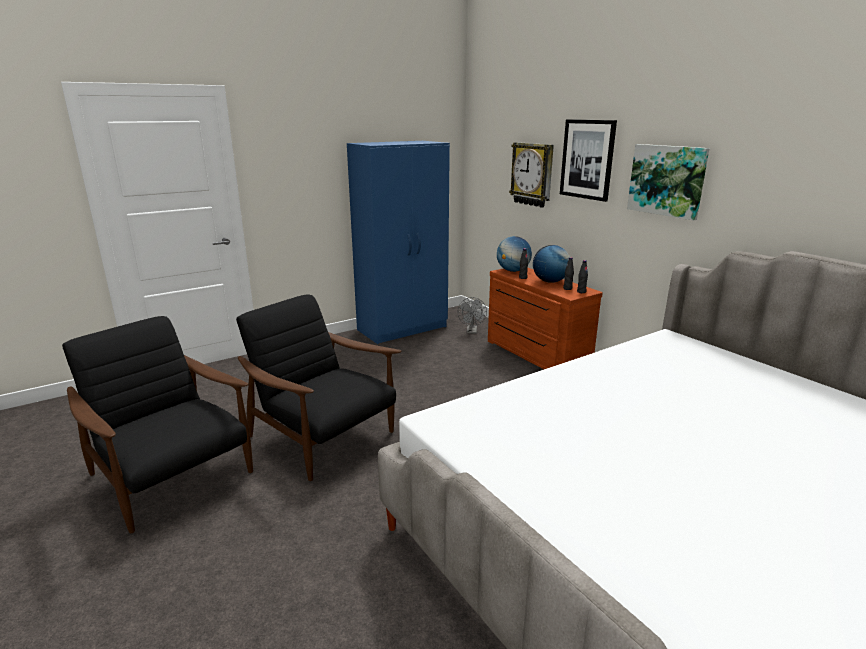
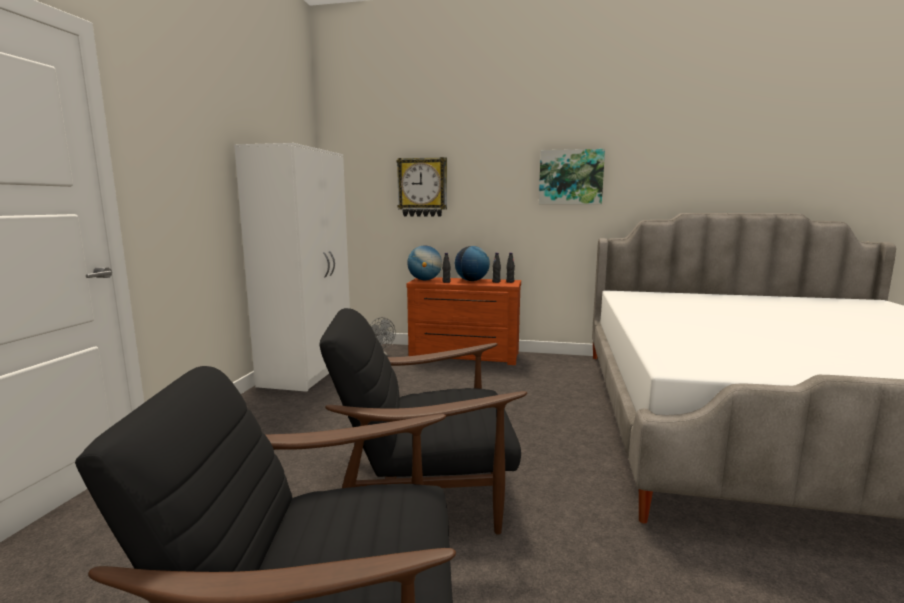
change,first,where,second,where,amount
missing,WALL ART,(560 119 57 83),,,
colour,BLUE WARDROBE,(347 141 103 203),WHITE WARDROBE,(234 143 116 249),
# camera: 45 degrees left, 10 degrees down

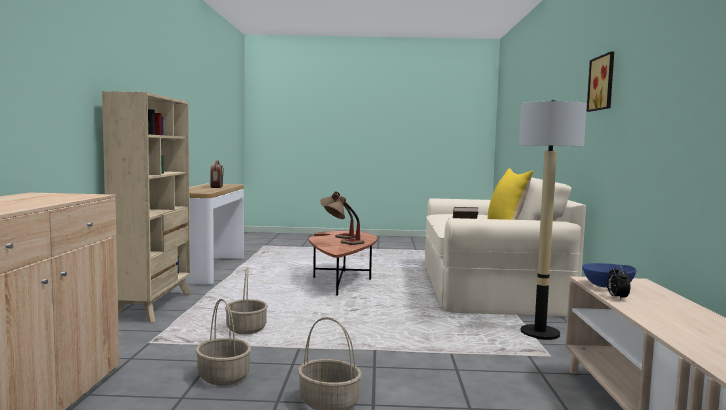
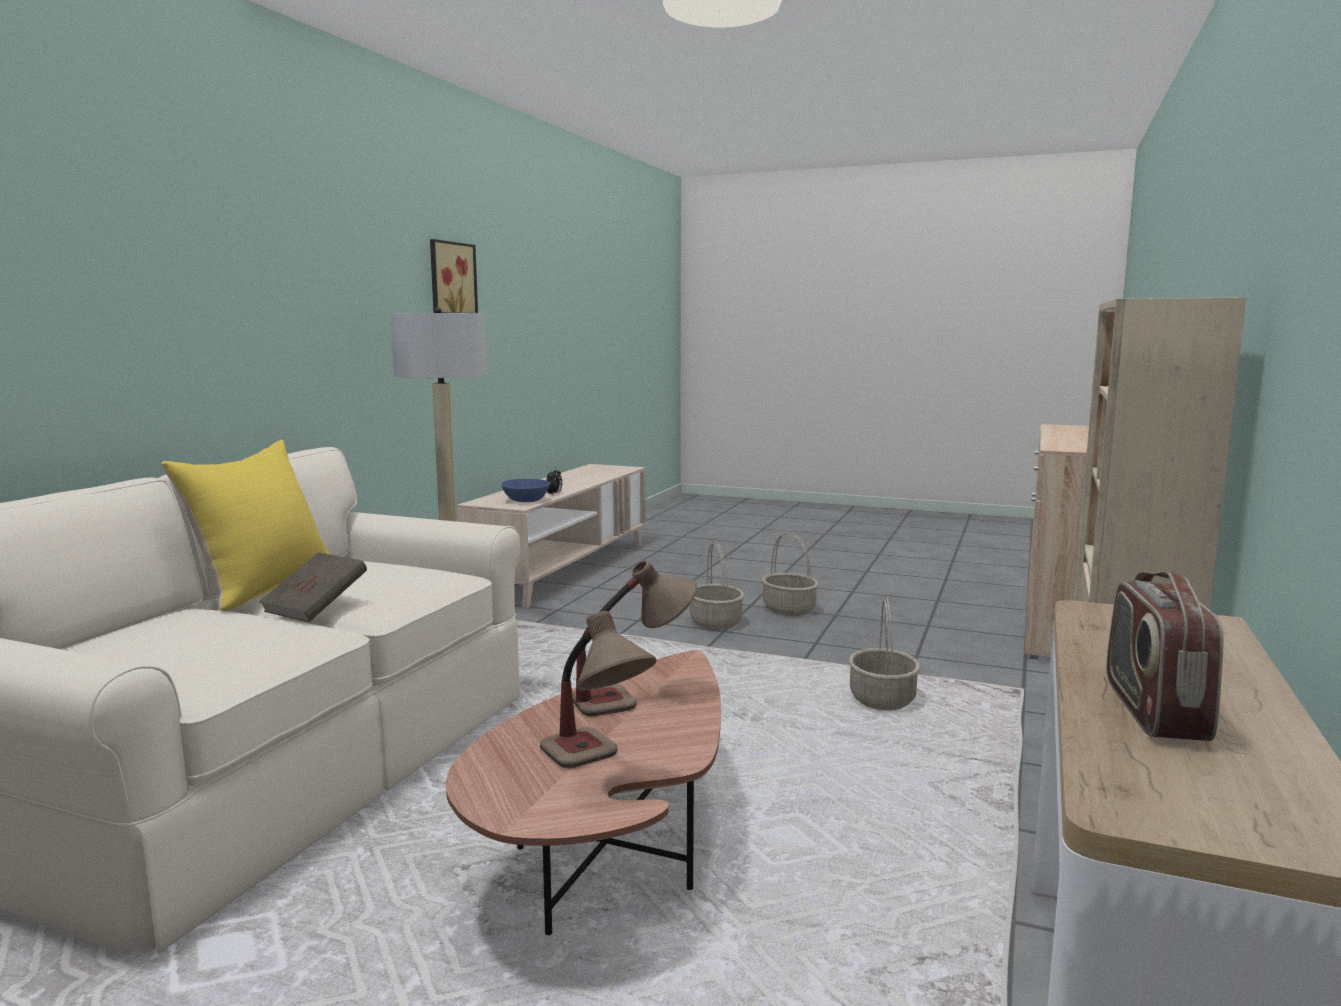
change,first,where,second,where,amount
relocated,BASKET,(195 299 56 87),,(690 541 54 89),
relocated,WALL ART,(586 52 28 60),,(430 239 48 74),
# camera: 160 degrees left, 5 degrees up

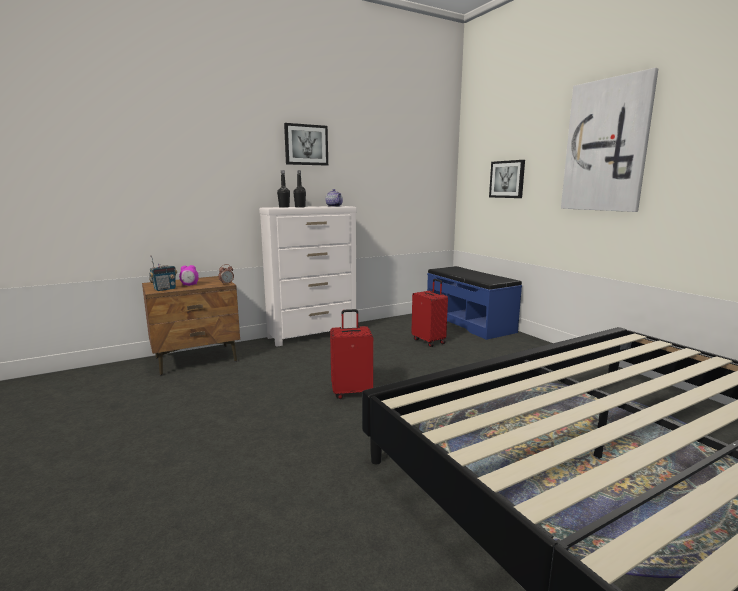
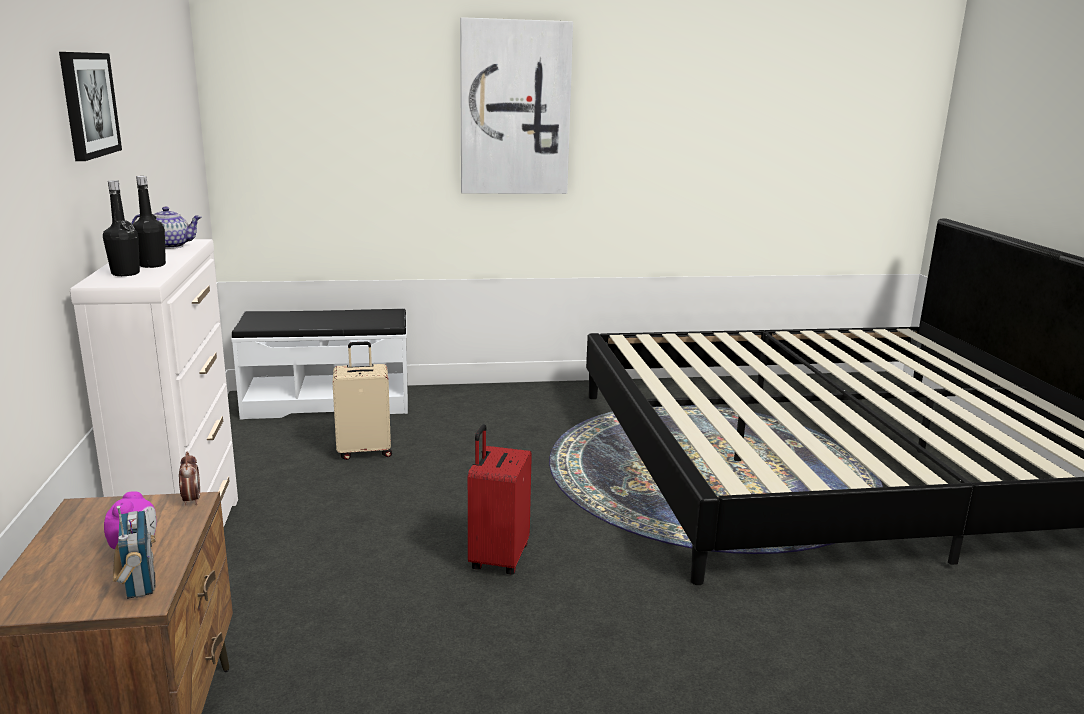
change,first,where,second,where,amount
missing,WALL ART,(489 160 36 38),,,
colour,RED SUITCASE,(412 279 36 68),BEIGE-COLOURED SUITCASE,(332 342 60 118),
colour,BLUE BENCH,(427 266 95 74),WHITE BENCH,(231 309 177 111),
# camera: 70 degrees left, 5 degrees up

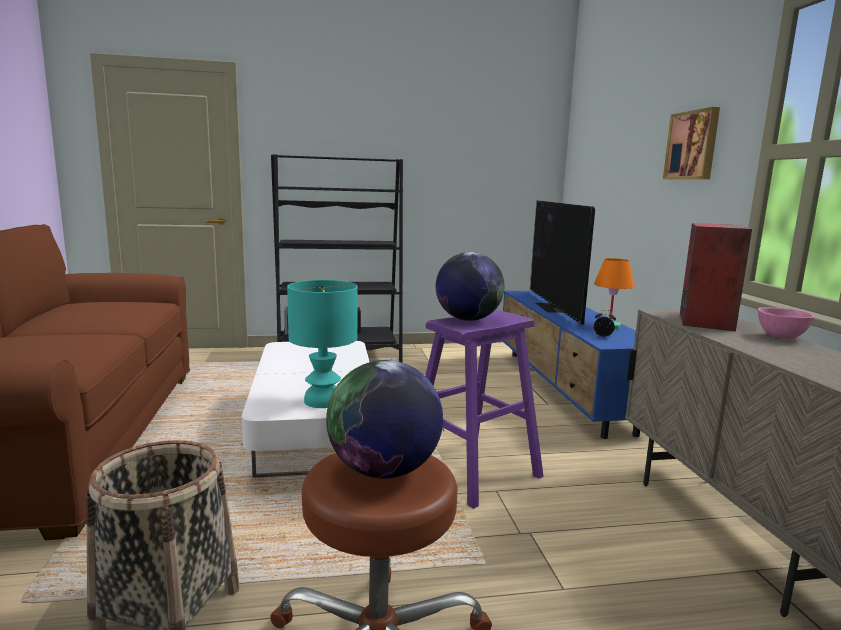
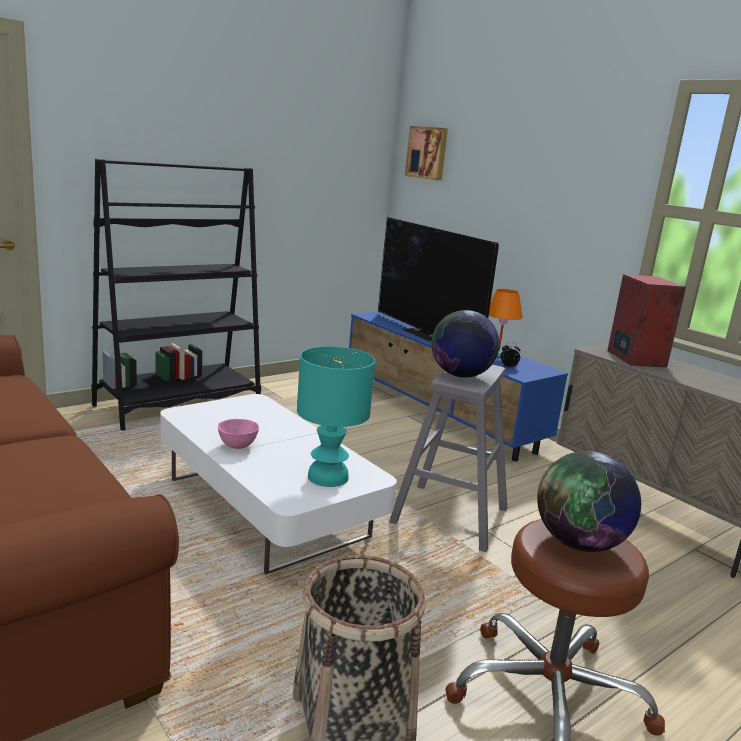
change,first,where,second,where,amount
relocated,WALL ART,(663 107 57 72),,(405 126 43 55),
relocated,PINK-COLOURED DEEP DISH,(758 307 57 32),,(218 419 41 30),
colour,PURPLE SITTING STOOL,(425 310 118 199),GRAY SITTING STOOL,(389 365 118 187),
# camera: 30 degrees left, 5 degrees up

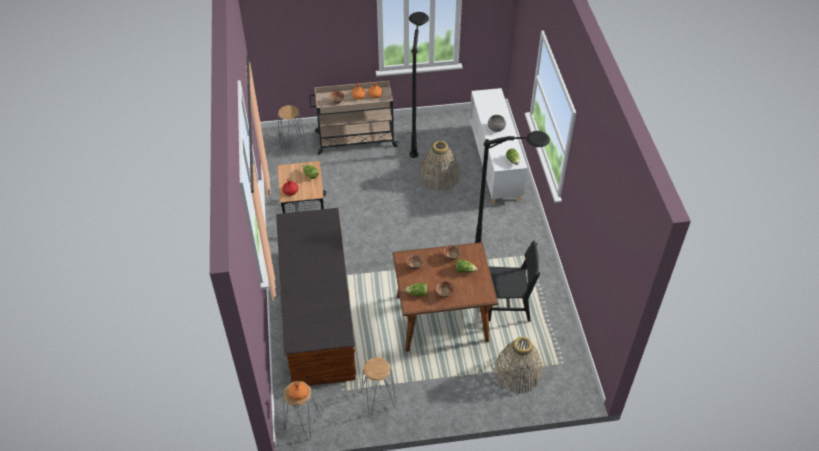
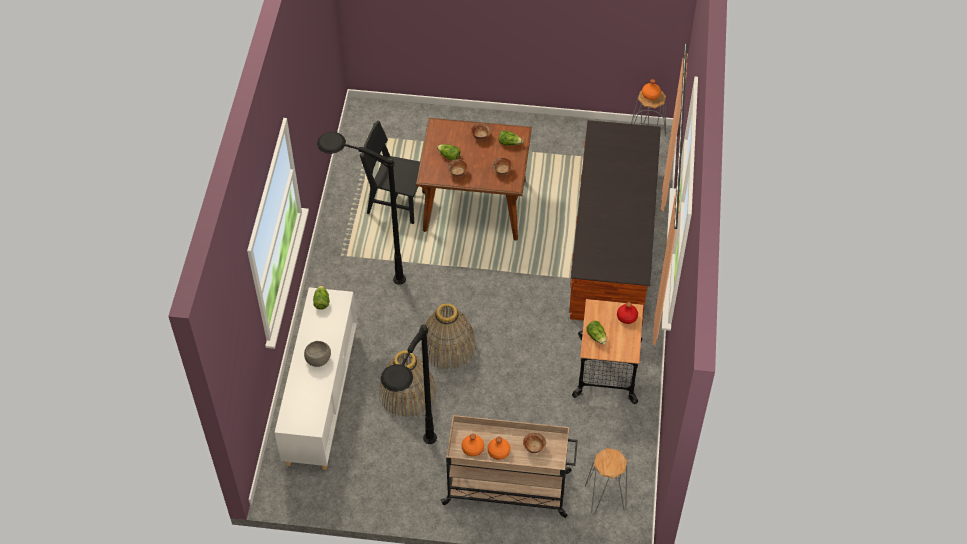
change,first,where,second,where,amount
missing,GRAY SITTING STOOL,(361 357 35 58),,,
relocated,BASKET,(494 337 49 57),,(421 303 55 67),
# camera: 165 degrees left, 5 degrees up

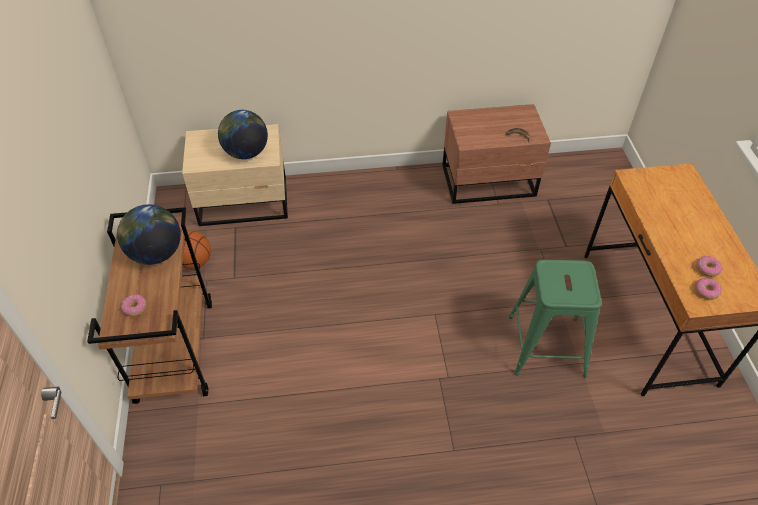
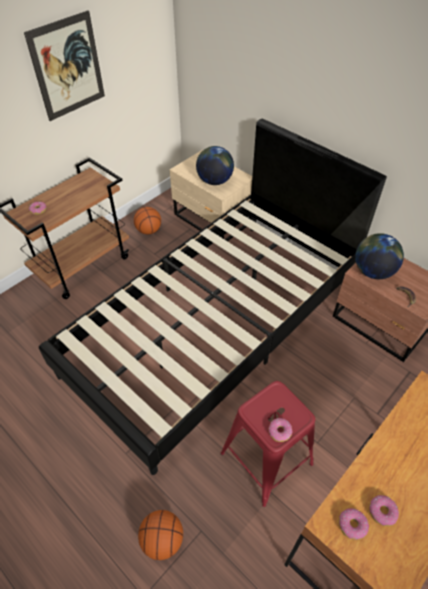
change,first,where,second,where,amount
appeared,,,WALL ART,(24 10 81 111),
appeared,,,BLACK BED,(39 119 348 356),
appeared,,,BASKETBALL,(138 510 45 50),
appeared,,,DONUT,(269 418 24 24),
relocated,WORLD GLOBE,(117 204 64 61),,(355 233 49 46),
colour,GREENISH SITTING STOOL,(509 259 93 119),RED SITTING STOOL,(220 381 95 126),
# camera: 50 degrees right, 0 degrees up

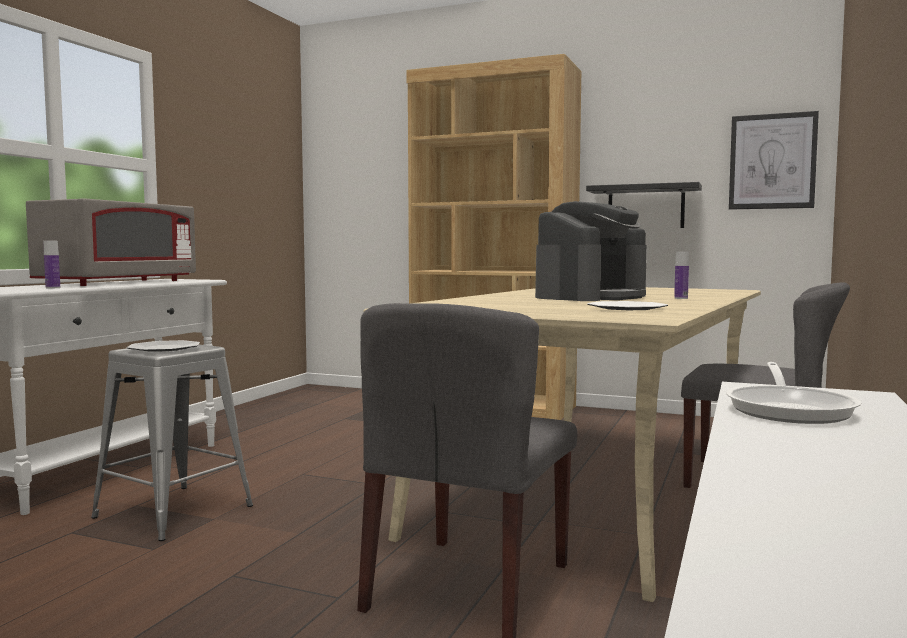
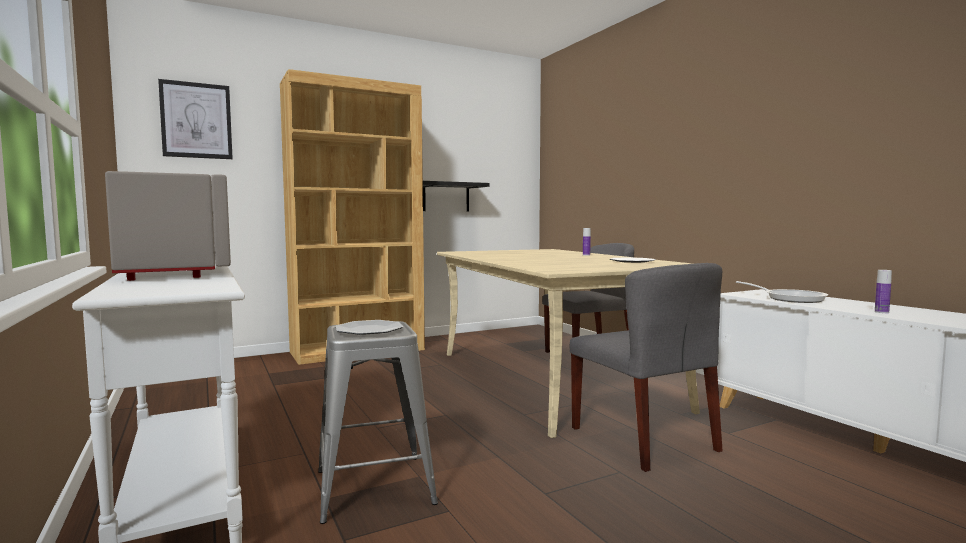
change,first,where,second,where,amount
missing,COFFEE MACHINE,(535 201 112 100),,,
relocated,BEVERAGE BOTTLE,(44 241 16 47),,(875 270 17 43),
relocated,WALL ART,(729 111 90 99),,(158 79 75 80),
# camera: 50 degrees left, 0 degrees up

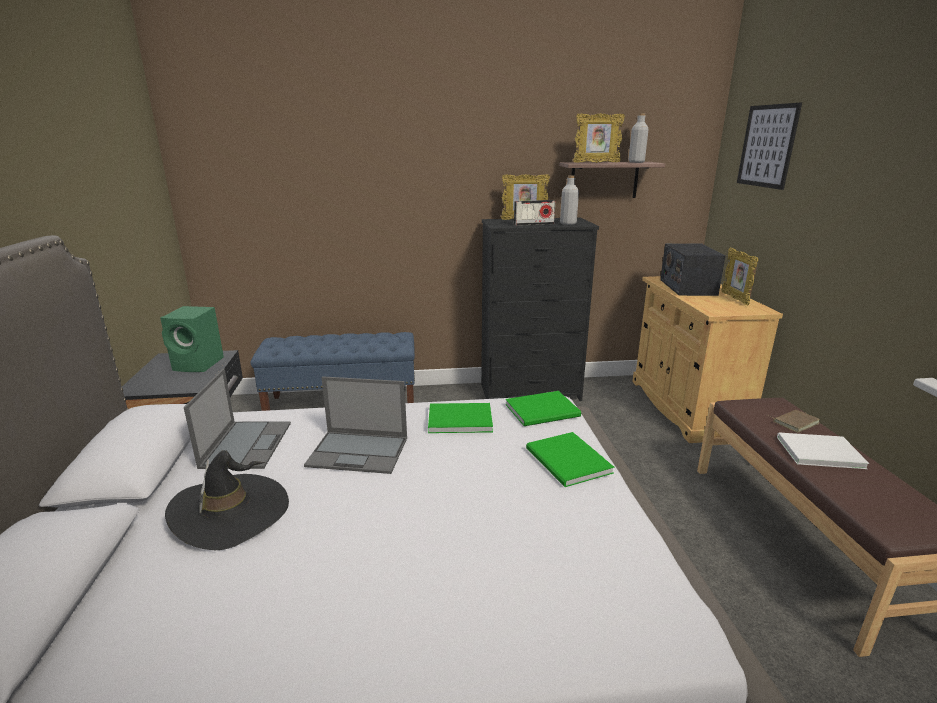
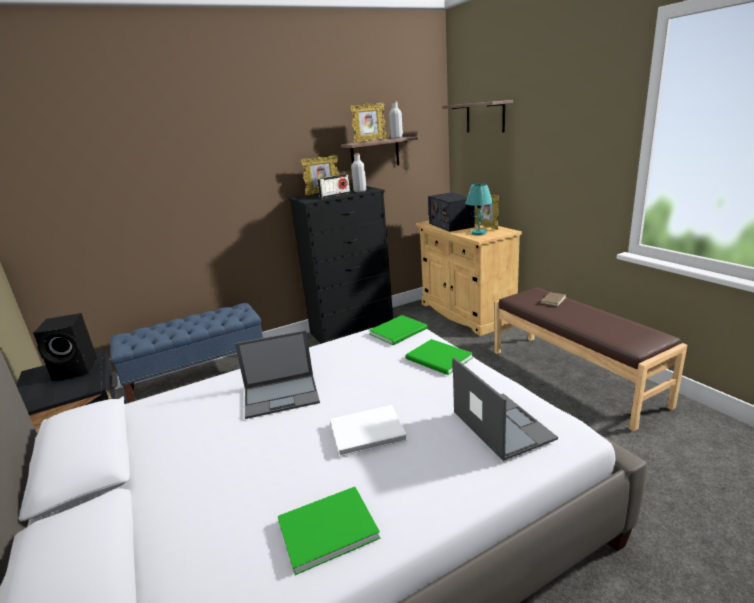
change,first,where,second,where,amount
missing,BLACK HAT,(165 450 124 100),,,
appeared,,,BLUE-GREEN TABLETOP LAMP,(465 184 28 51),
relocated,NOTEBOOK COMPUTER,(184 369 107 100),,(453 357 105 104),
relocated,GREENISH VOLUME,(428 403 65 30),,(278 487 102 88),
relocated,WHITE VOLUME,(777 432 92 37),,(330 405 77 51),
exchanged,WALL ART,(737 103 65 87),SHELF,(442 100 71 33),
colour,GREENISH LOUDSPEAKER,(160 306 64 66),BLACK LOUDSPEAKER,(33 313 64 68),
# camera: 20 degrees left, 0 degrees up

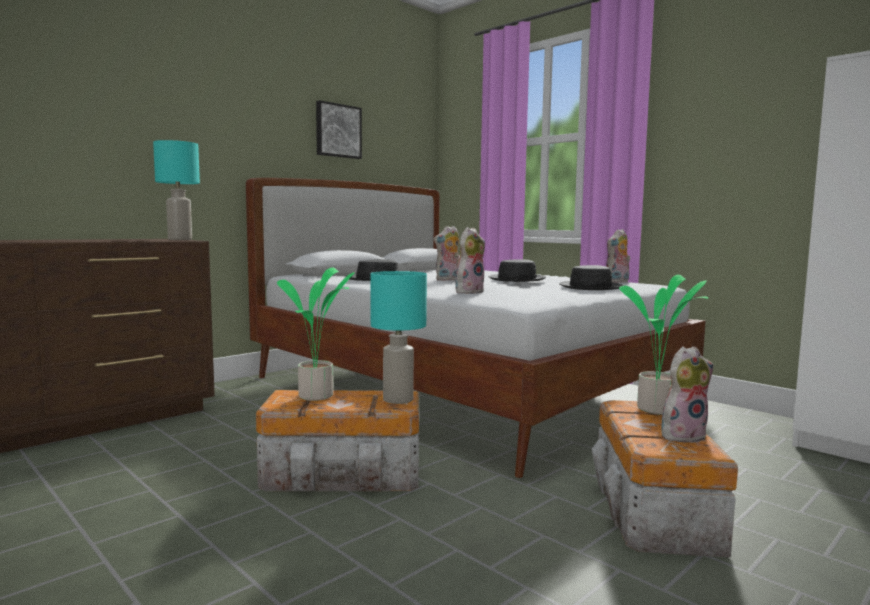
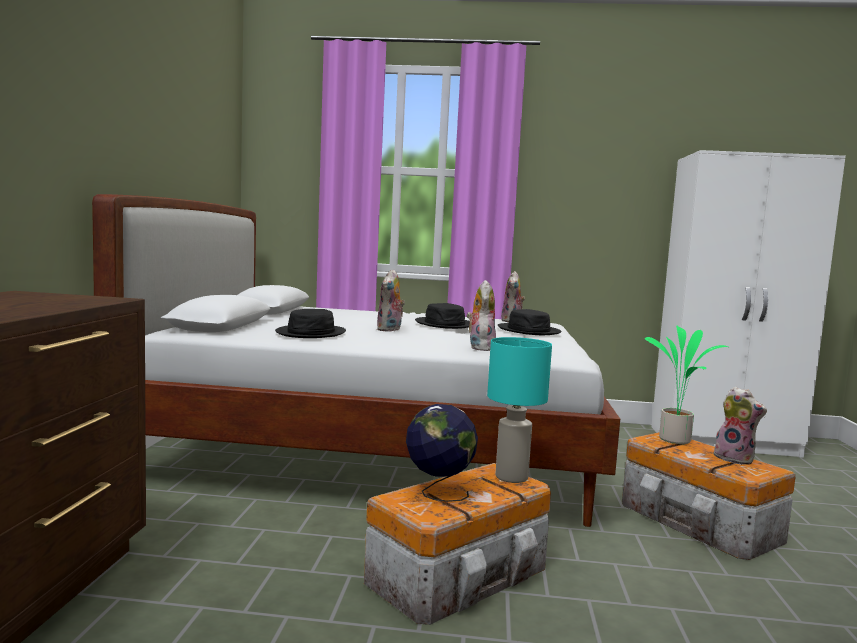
change,first,where,second,where,amount
missing,BLUE-GREEN TABLETOP LAMP,(153 140 47 100),,,
missing,WALL ART,(316 100 46 59),,,
exchanged,POTTED PLANT,(277 268 78 133),WORLD GLOBE,(406 404 72 98),
spun,PLUSH TOY,(661 346 53 97),,(713 386 54 79),105 degrees clockwise
# camera: 40 degrees left, 0 degrees up

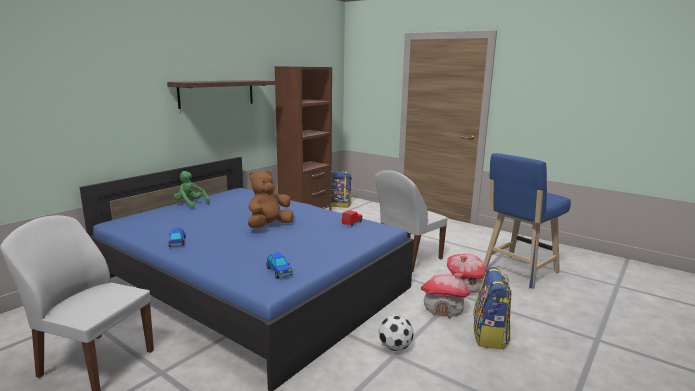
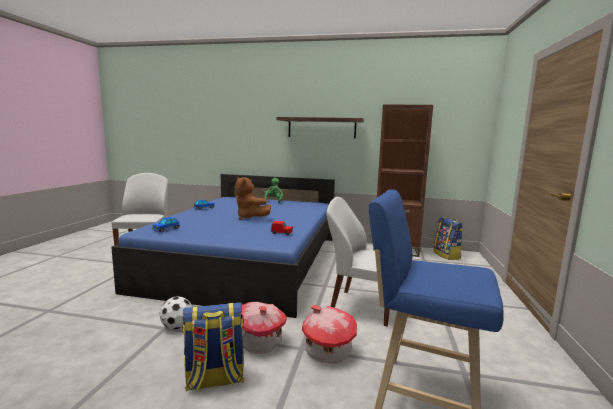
change,first,where,second,where,amount
spun,BROWN PLUSH TOY,(248 170 46 58),,(235 177 36 43),150 degrees counterclockwise
# camera: 65 degrees right, 5 degrees down

